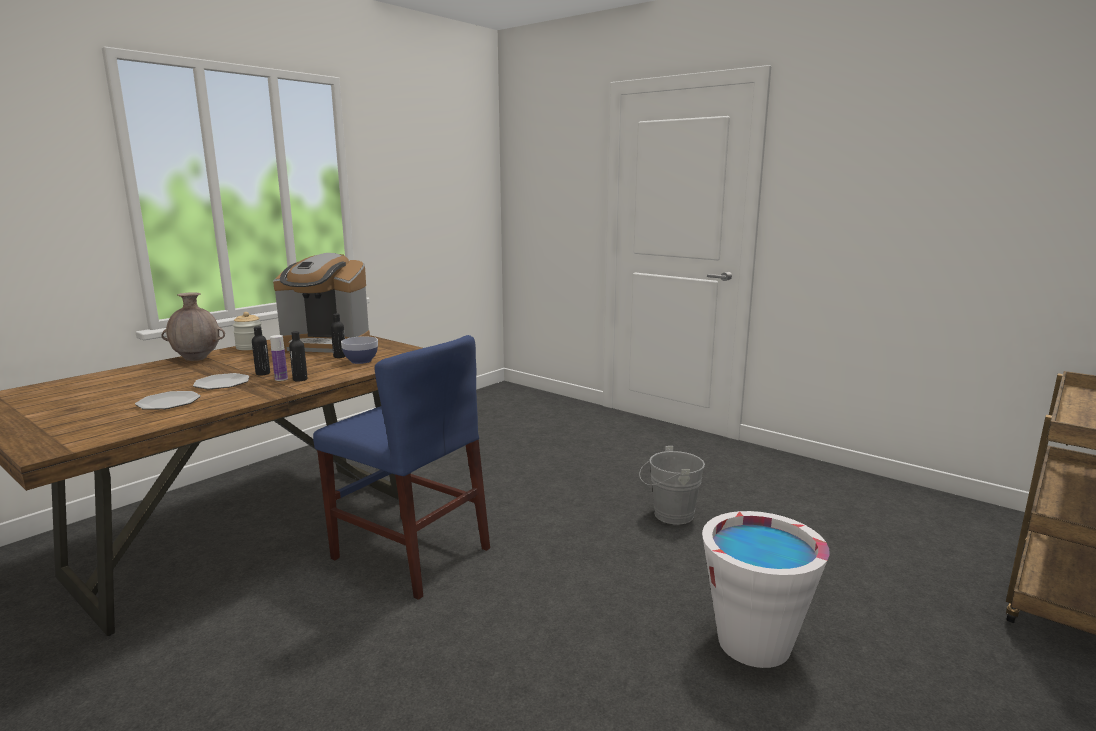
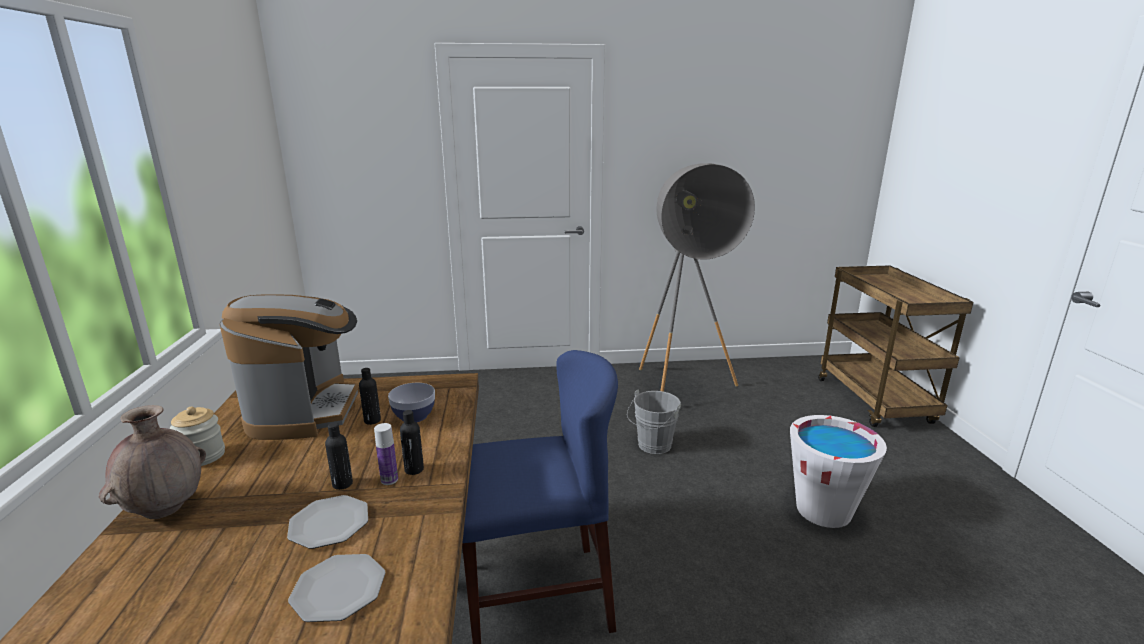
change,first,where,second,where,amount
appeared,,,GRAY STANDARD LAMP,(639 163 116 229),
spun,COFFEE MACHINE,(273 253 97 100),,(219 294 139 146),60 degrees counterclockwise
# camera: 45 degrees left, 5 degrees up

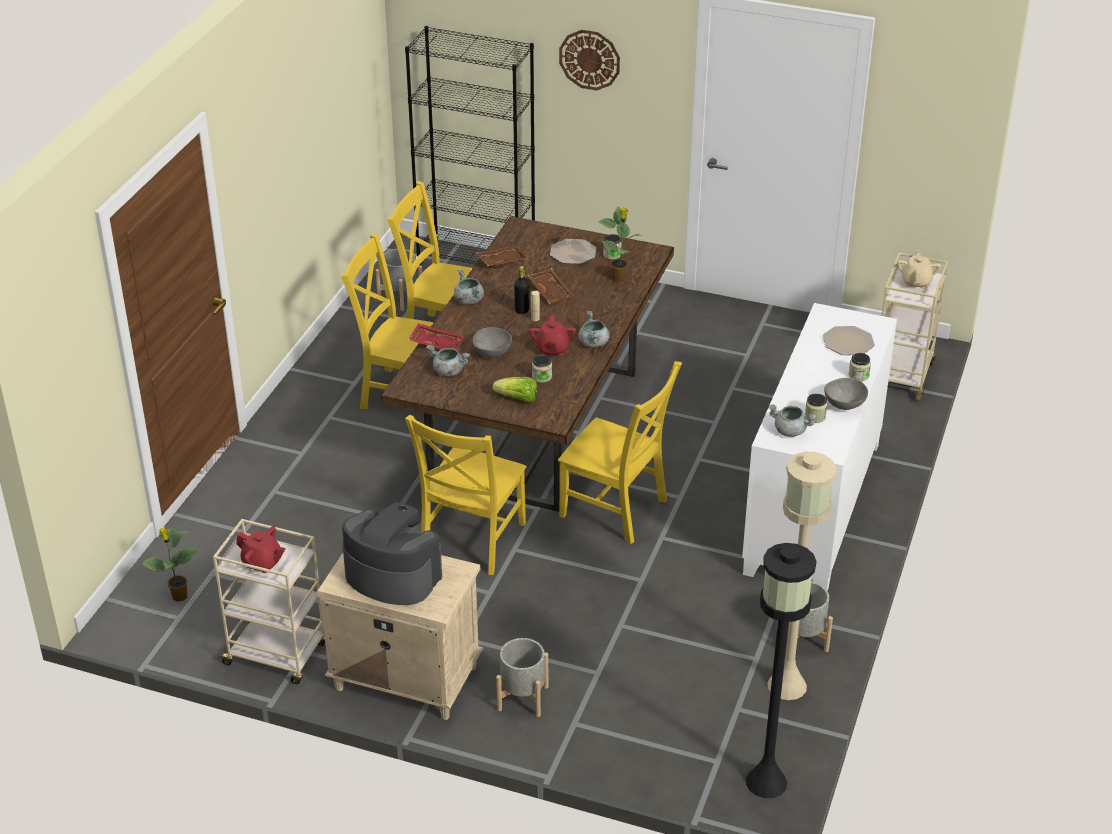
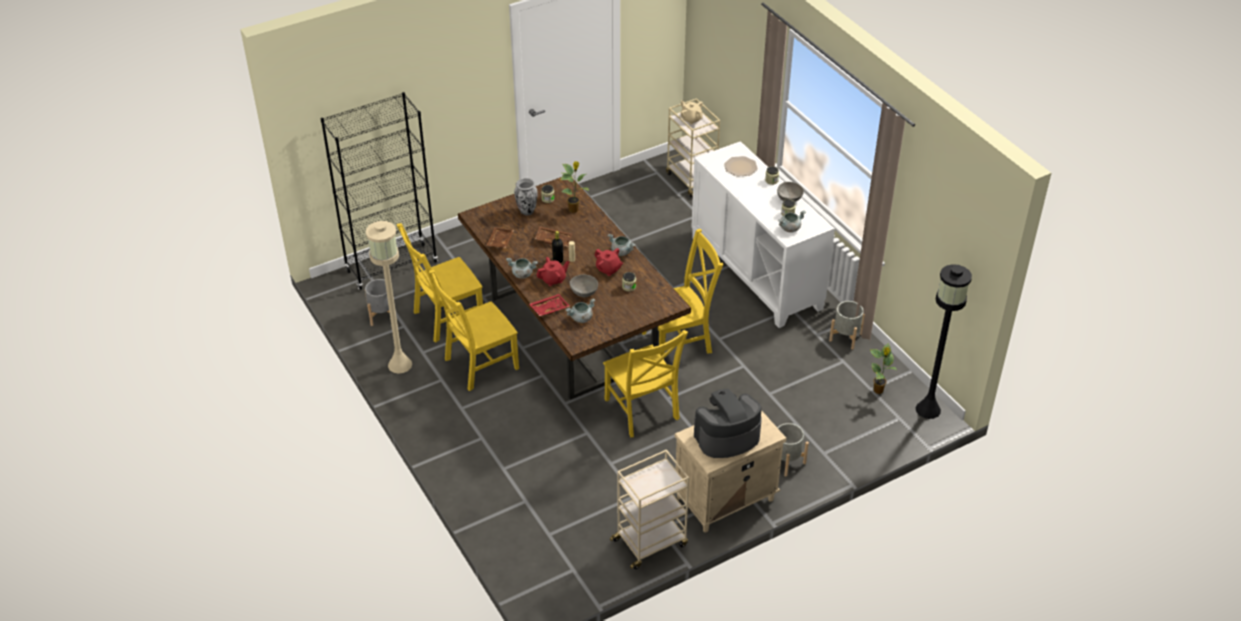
change,first,where,second,where,amount
missing,LETTUCE,(493 377 44 25),,,
missing,CLOCK ON THE WALL,(559 30 61 60),,,
relocated,POTTED PLANT,(141 527 59 75),,(870 343 26 51),
relocated,RED TEAPOT,(236 526 49 47),,(536 257 33 29),
relocated,BEIGE-COLOURED STANDARD LAMP,(767 452 69 248),,(366 221 46 153),
exchanged,DINNER PLATE,(550 239 46 25),VASE,(514 178 24 37),
# camera: 50 degrees left, 5 degrees up

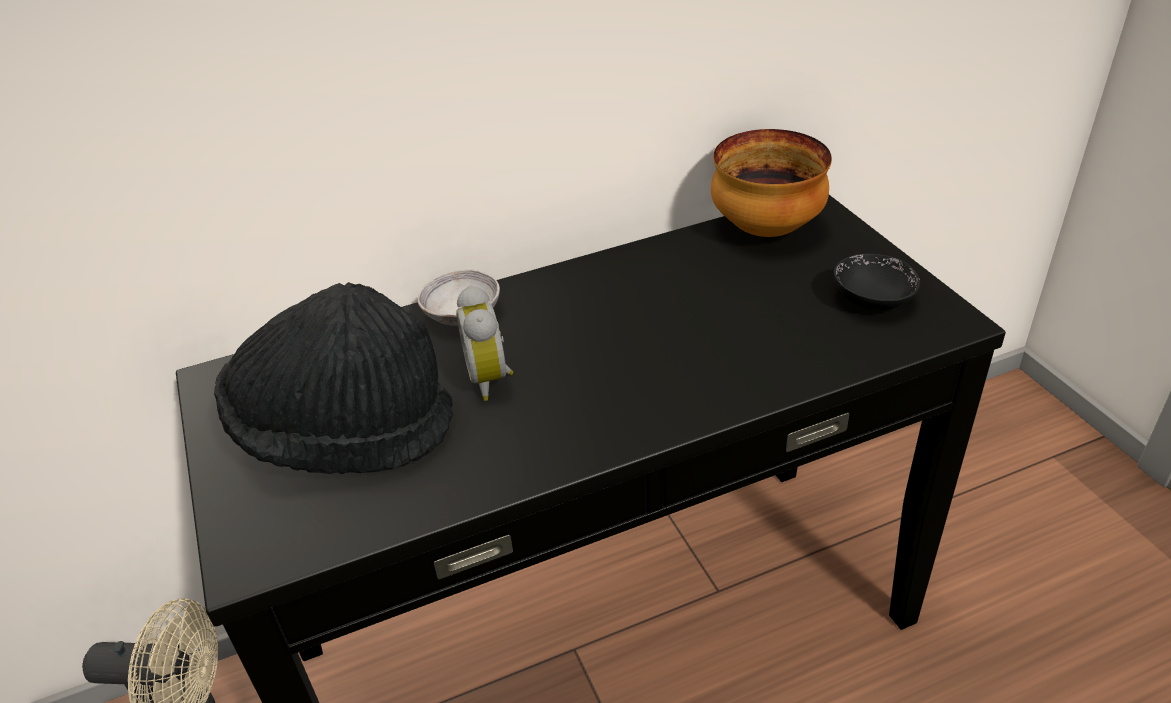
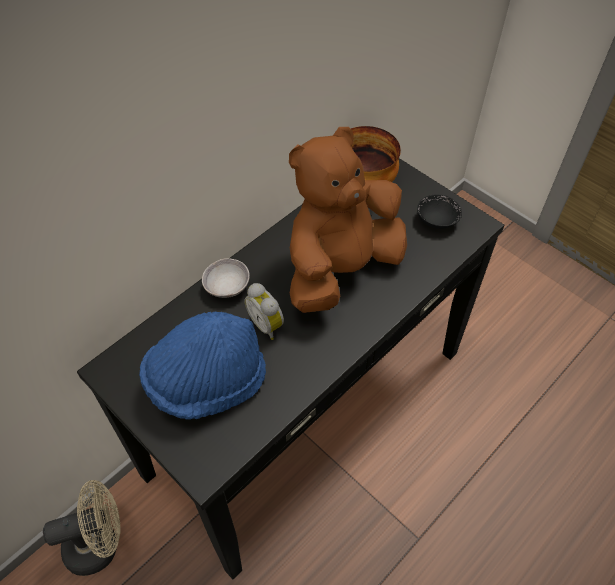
change,first,where,second,where,amount
appeared,,,BROWN PLUSH TOY,(289 127 118 186),
colour,BLACK HAT,(214 282 239 192),BLUE HAT,(139 311 127 109),
# camera: 25 degrees left, 15 degrees up

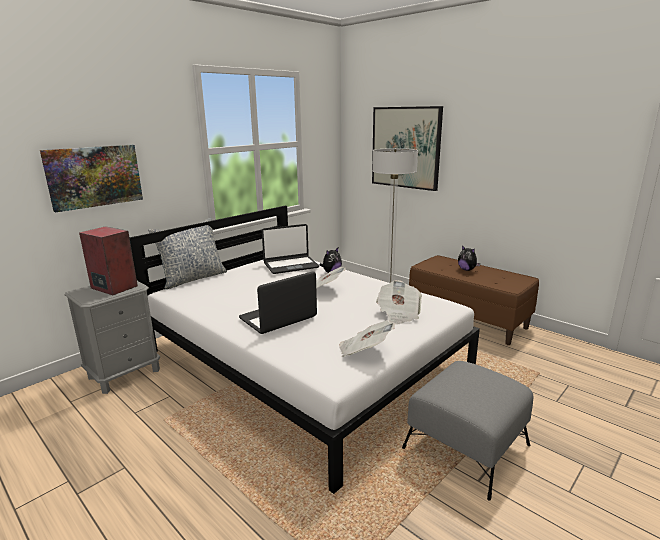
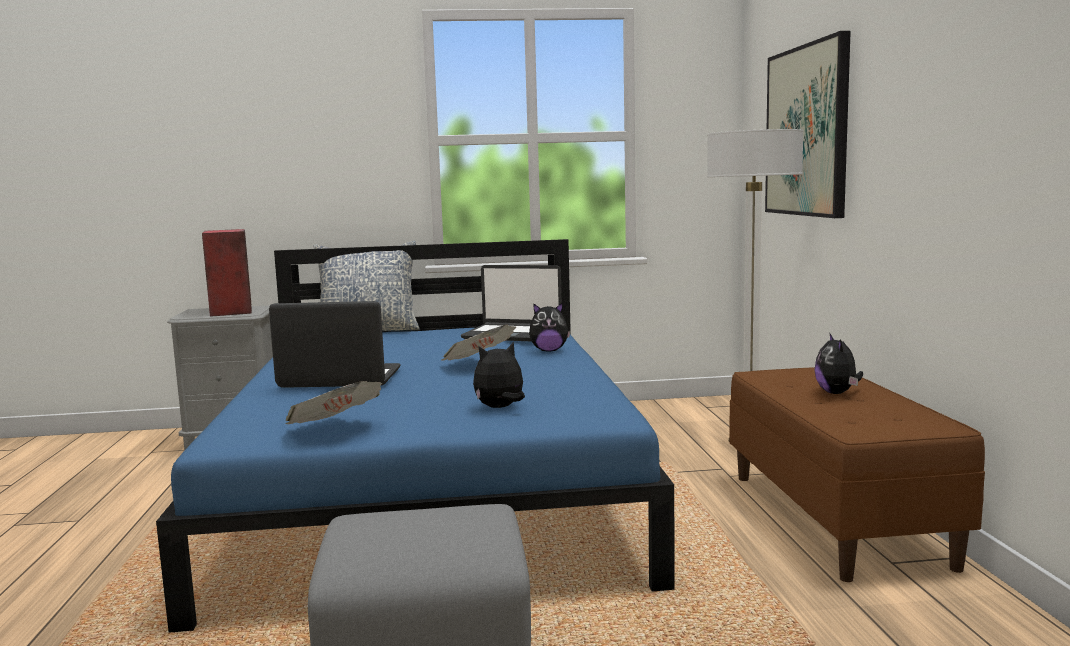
change,first,where,second,where,amount
missing,WALL ART,(40 145 103 68),,,
exchanged,NEWSPAPER,(376 280 46 45),PLUSH TOY,(473 342 52 66),
colour,WHITE BED,(129 206 351 288),BLUE BED,(156 239 518 394),
# camera: 40 degrees right, 10 degrees down

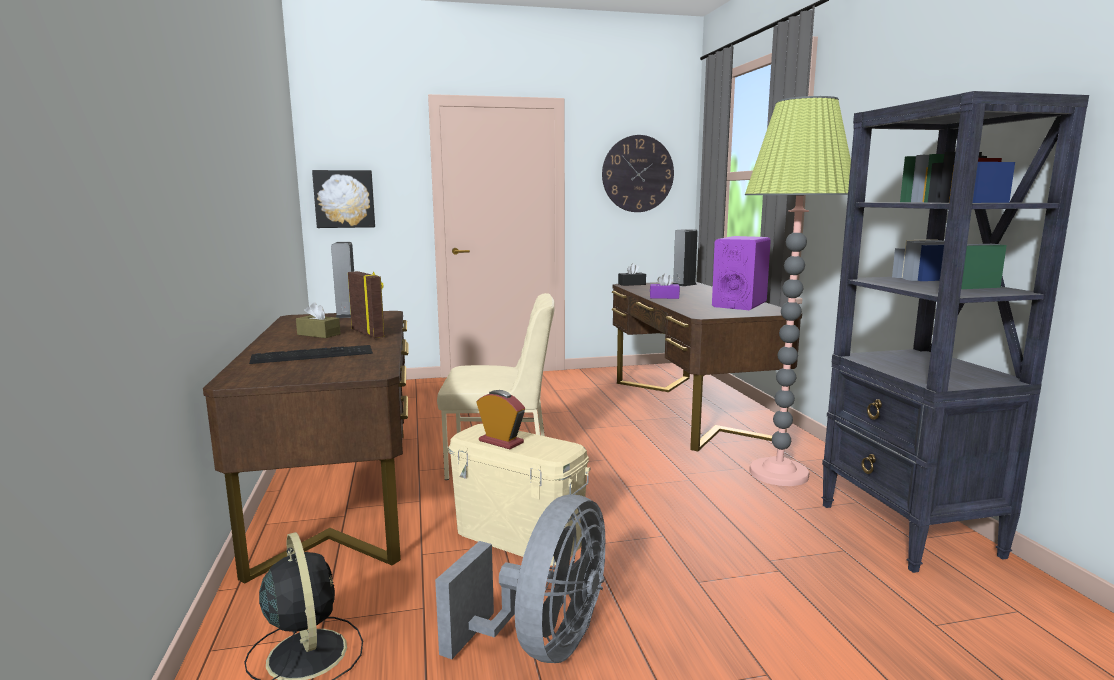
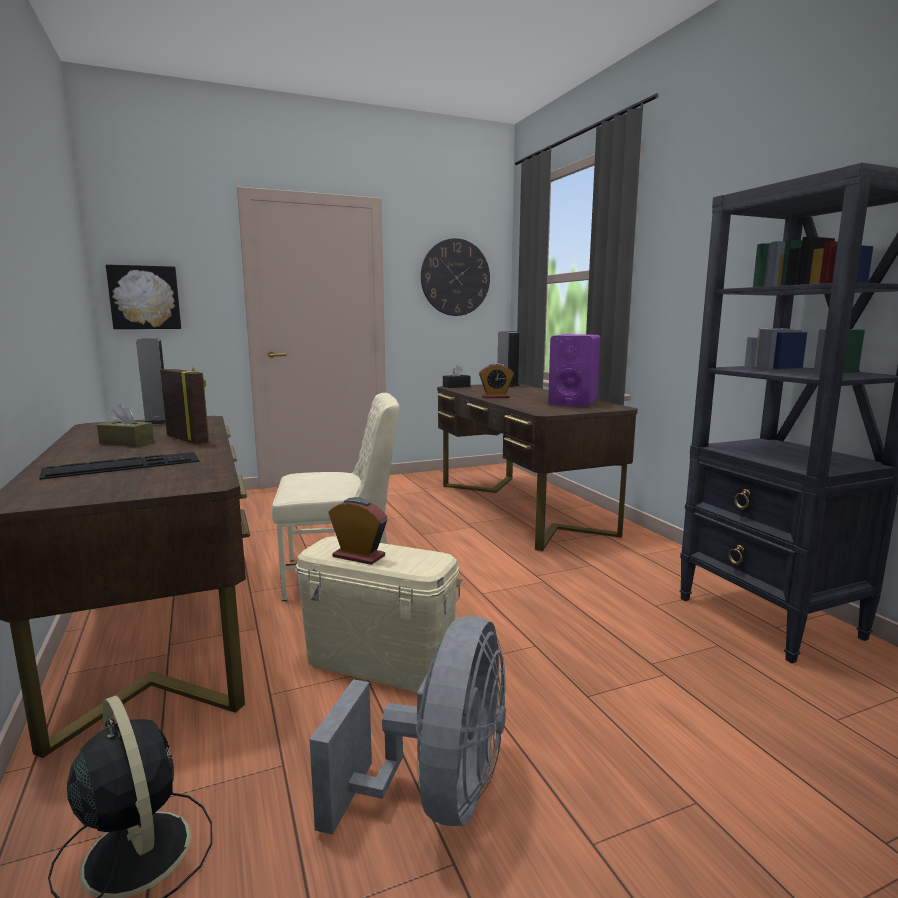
change,first,where,second,where,amount
missing,STANDARD LAMP,(745 96 106 390),,,
exchanged,PURPLE BOX OF TISSUES,(650 273 30 26),ALARM CLOCK,(479 363 35 35),
# camera: 10 degrees left, 0 degrees up

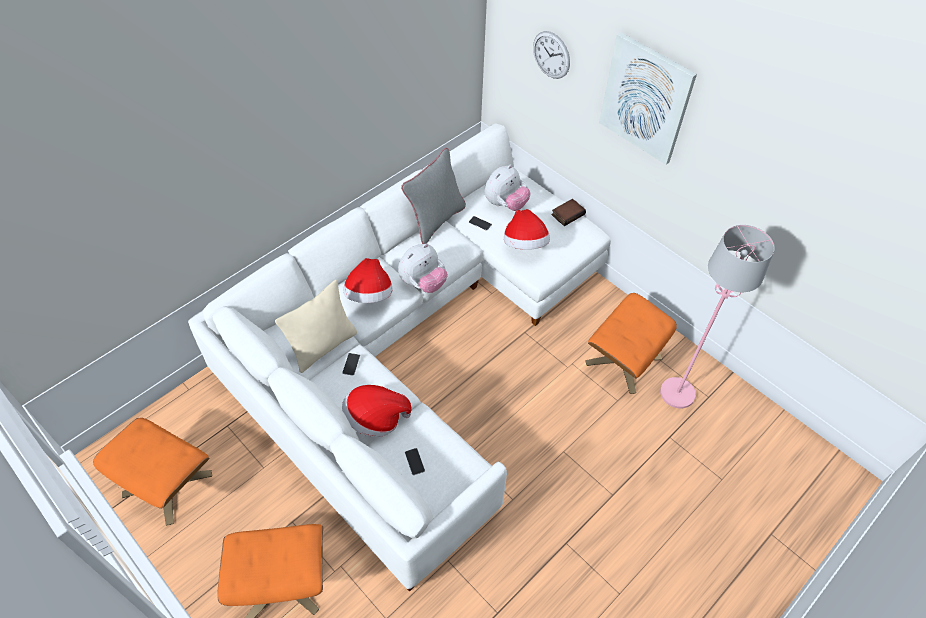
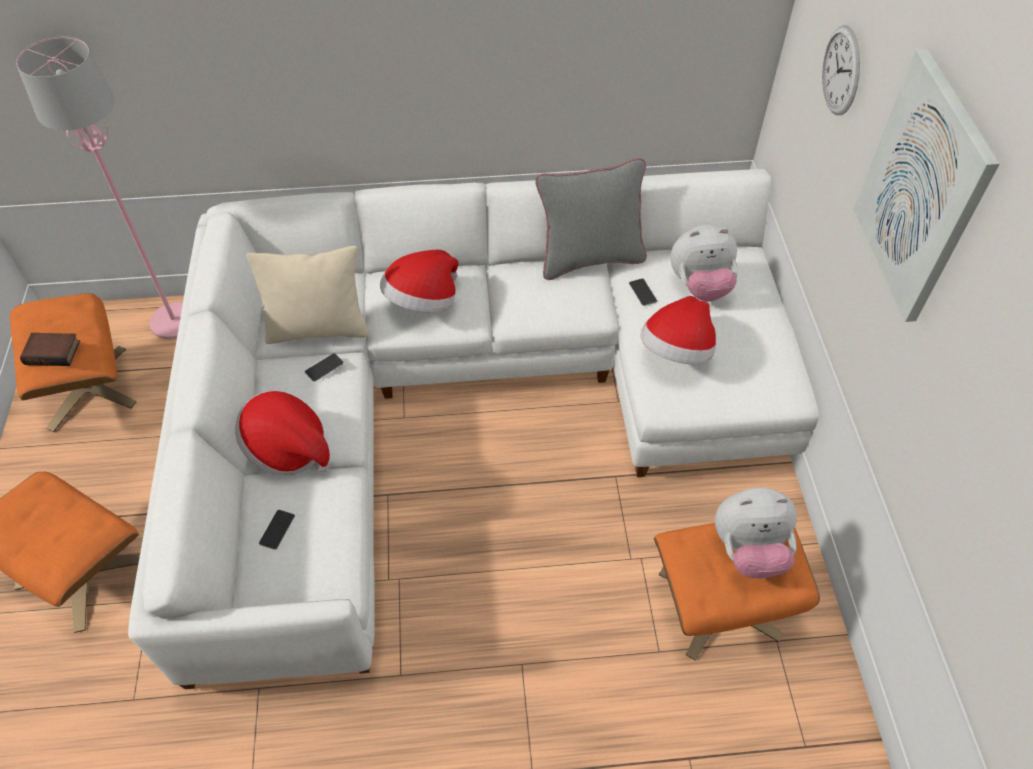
change,first,where,second,where,amount
relocated,PLUSH TOY,(398 243 50 50),,(715 487 82 91),
relocated,VOLUME,(552 199 34 27),,(20 333 60 33),
relocated,PINK-COLOURED STANDARD LAMP,(660 225 115 184),,(16 37 167 303),
# camera: 40 degrees right, 0 degrees up

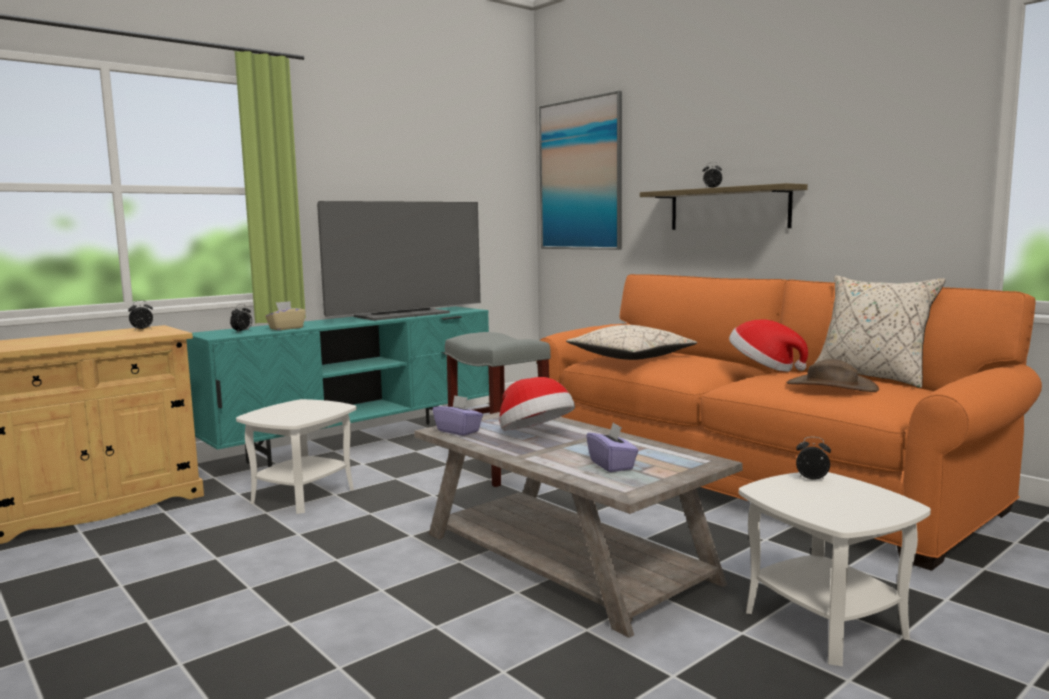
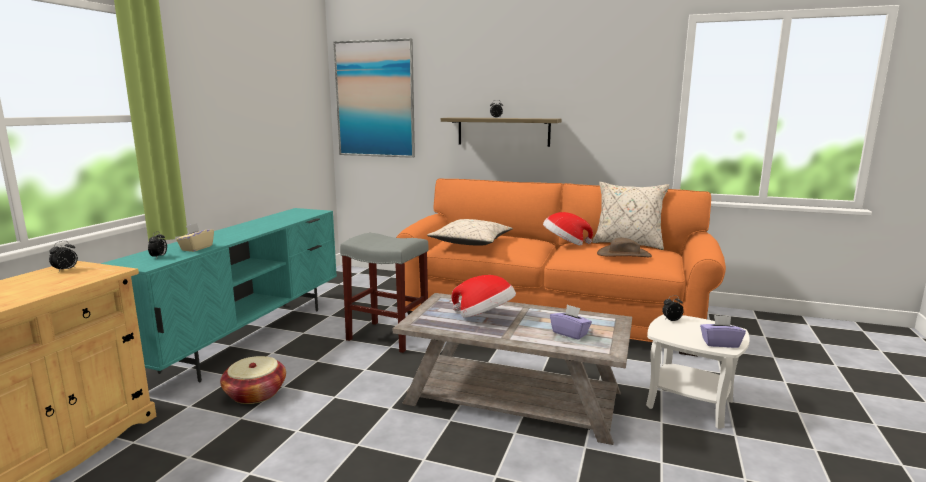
change,first,where,second,where,amount
missing,TV SET,(317 201 164 120),,,
relocated,PURPLE BOX OF TISSUES,(433 395 50 41),,(700 315 46 33),
exchanged,WHITE ACCENT TABLE,(236 399 121 115),BASKET,(220 356 66 48),
# camera: 30 degrees left, 5 degrees up

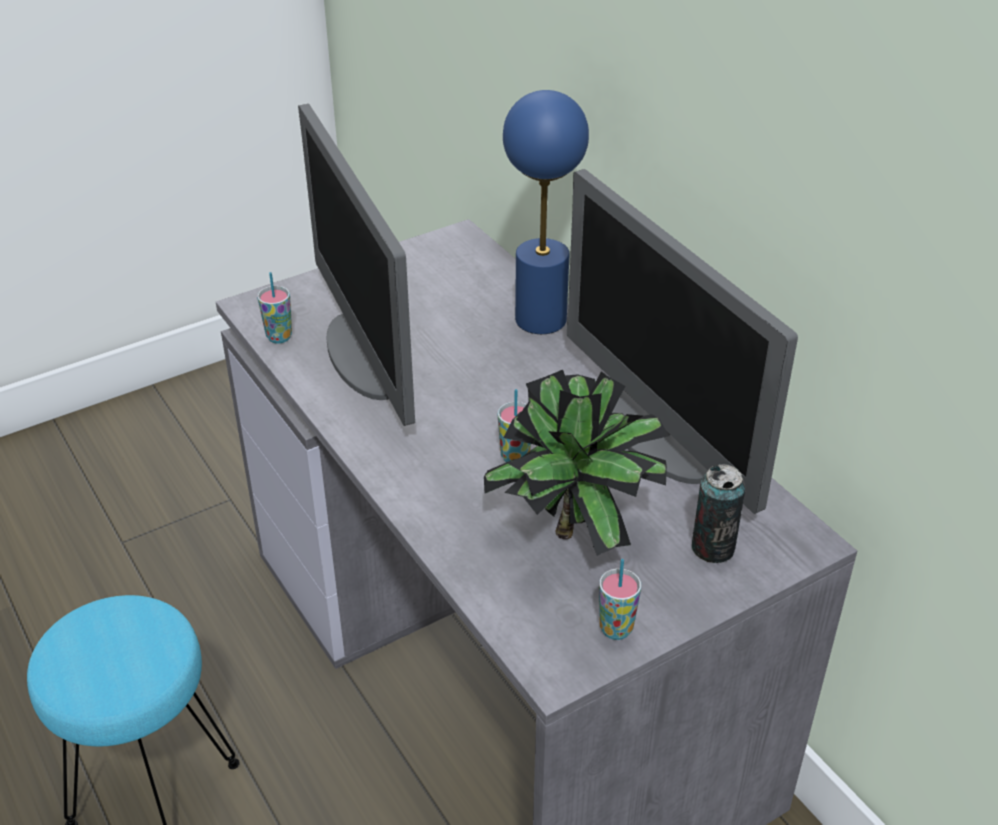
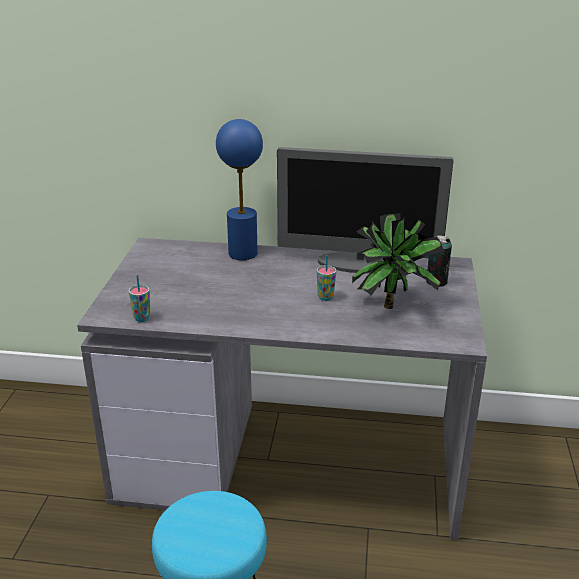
change,first,where,second,where,amount
missing,MONITOR,(298 104 117 322),,,
missing,DRINKING CUP,(599 559 42 81),,,
# camera: 50 degrees left, 10 degrees down

